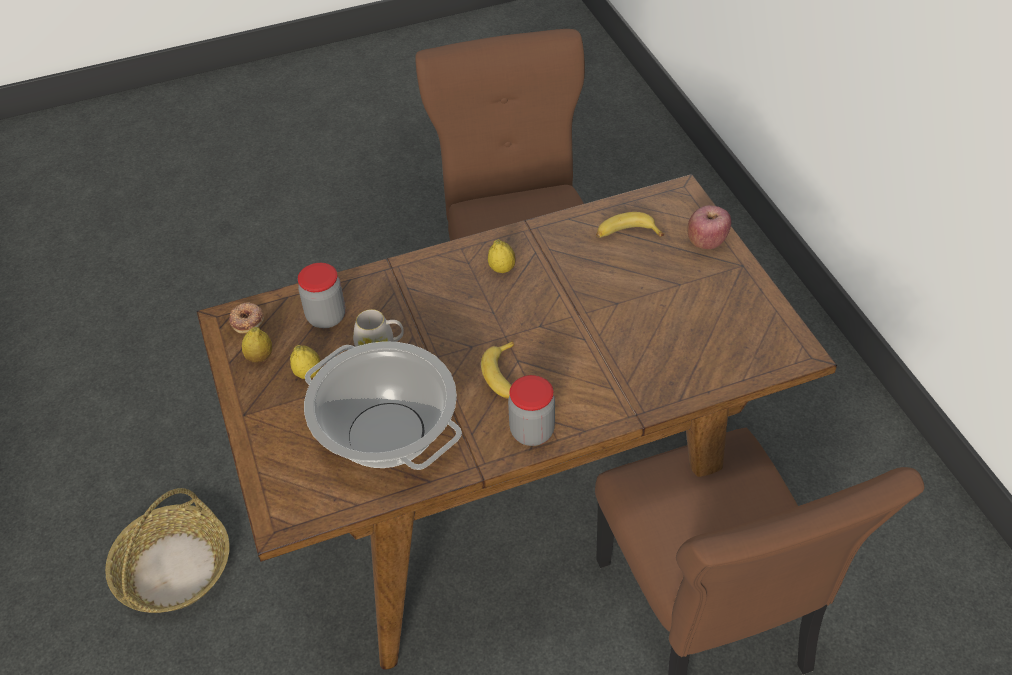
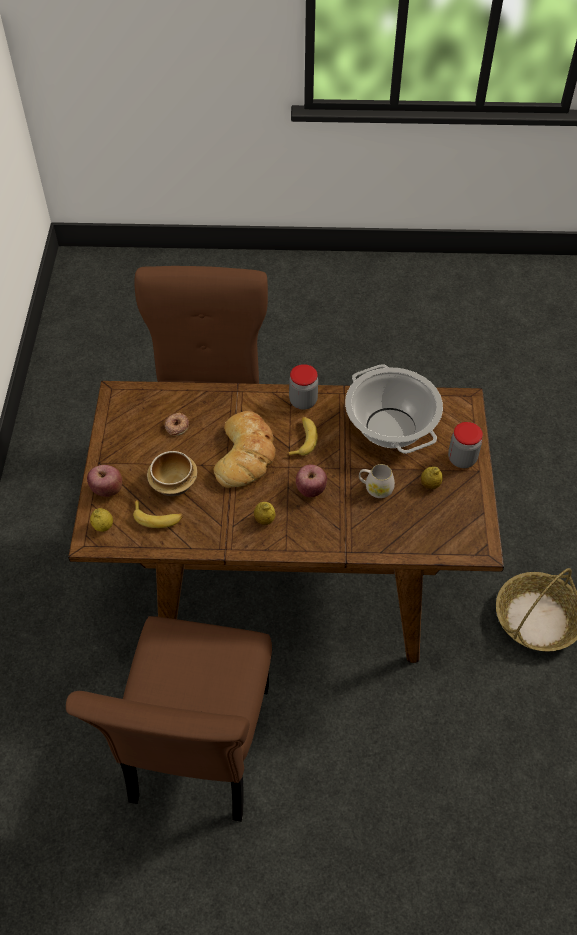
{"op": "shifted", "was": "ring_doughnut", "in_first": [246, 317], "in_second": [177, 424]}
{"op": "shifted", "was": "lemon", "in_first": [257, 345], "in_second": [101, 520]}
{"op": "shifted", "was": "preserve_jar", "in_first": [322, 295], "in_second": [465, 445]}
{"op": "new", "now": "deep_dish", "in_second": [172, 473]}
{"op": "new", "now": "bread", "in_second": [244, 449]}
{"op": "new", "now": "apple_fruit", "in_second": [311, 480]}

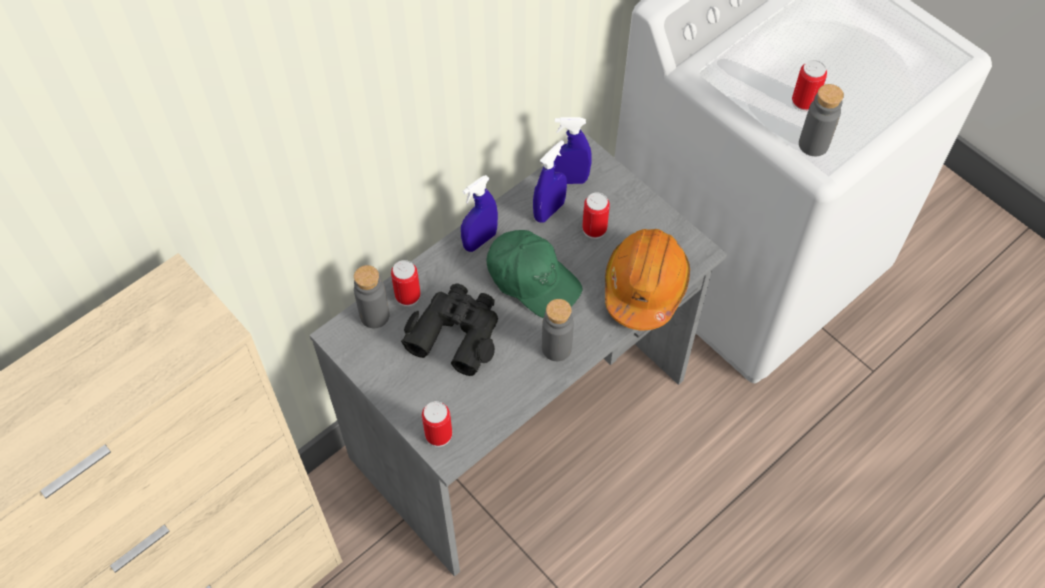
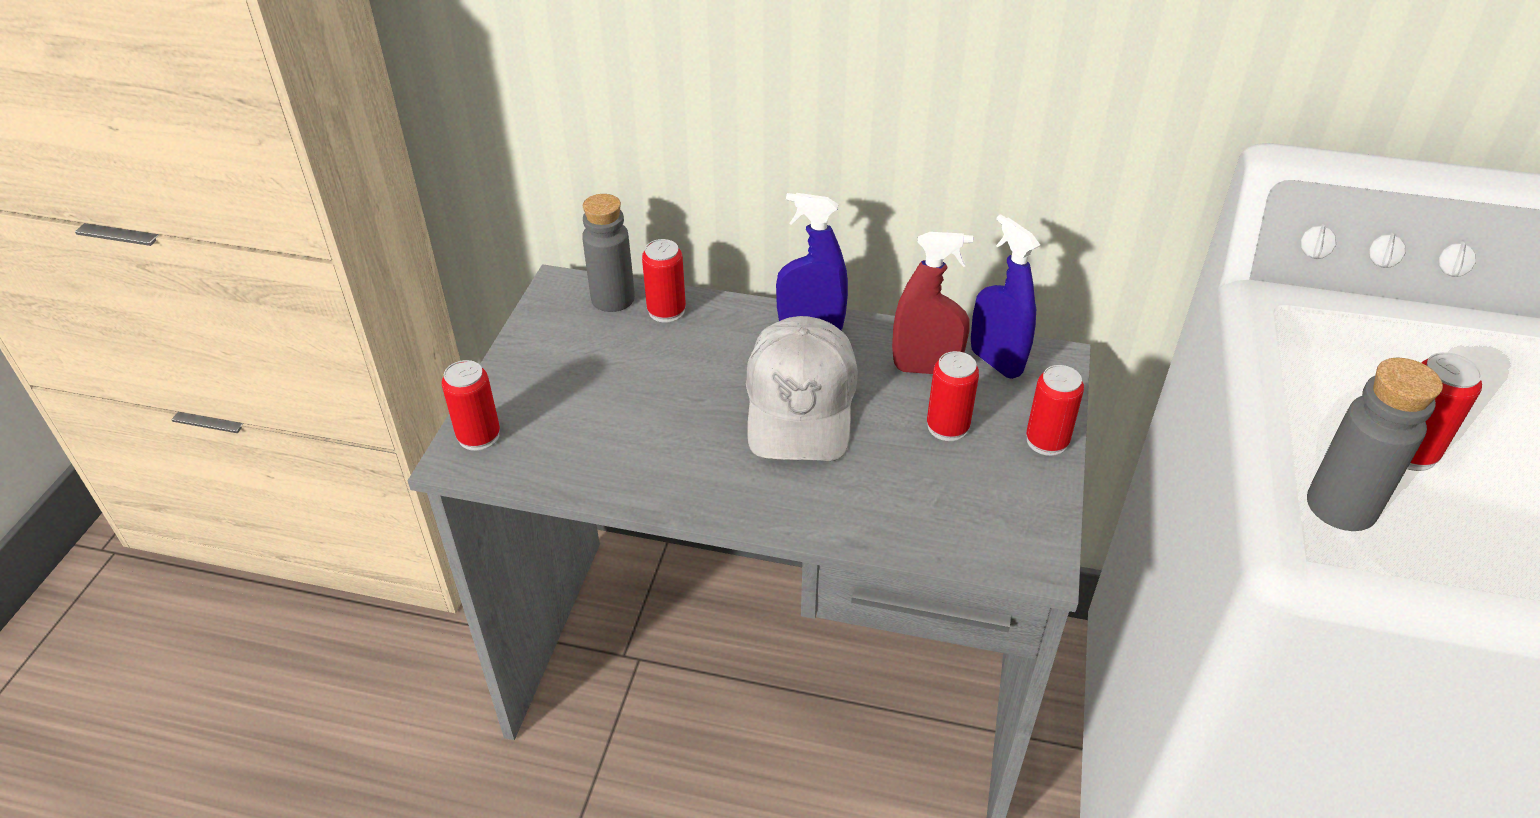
{"op": "gone", "was": "black-coloured_field_glasses", "in_first": [449, 329]}
{"op": "repainted", "was": "green_baseball_cap", "now": "whitish_baseball_cap", "in_first": [534, 274], "in_second": [802, 388]}
{"op": "repainted", "was": "blue-coloured_spray_bottle", "now": "red_spray_bottle", "in_first": [550, 181], "in_second": [932, 303]}
{"op": "gone", "was": "grey_bottle", "in_first": [558, 330]}
{"op": "gone", "was": "orange-coloured_hard_hat", "in_first": [647, 279]}
{"op": "new", "now": "can", "in_second": [1055, 410]}

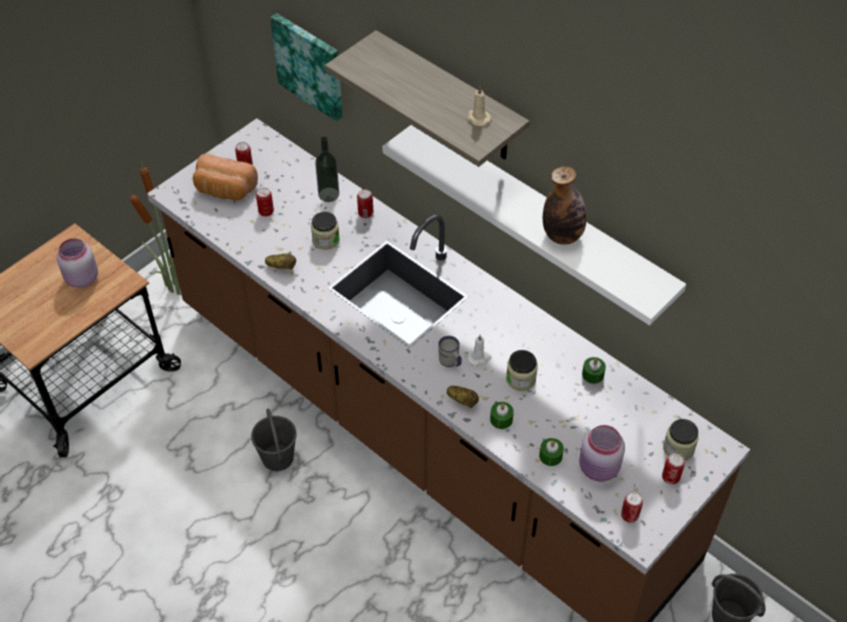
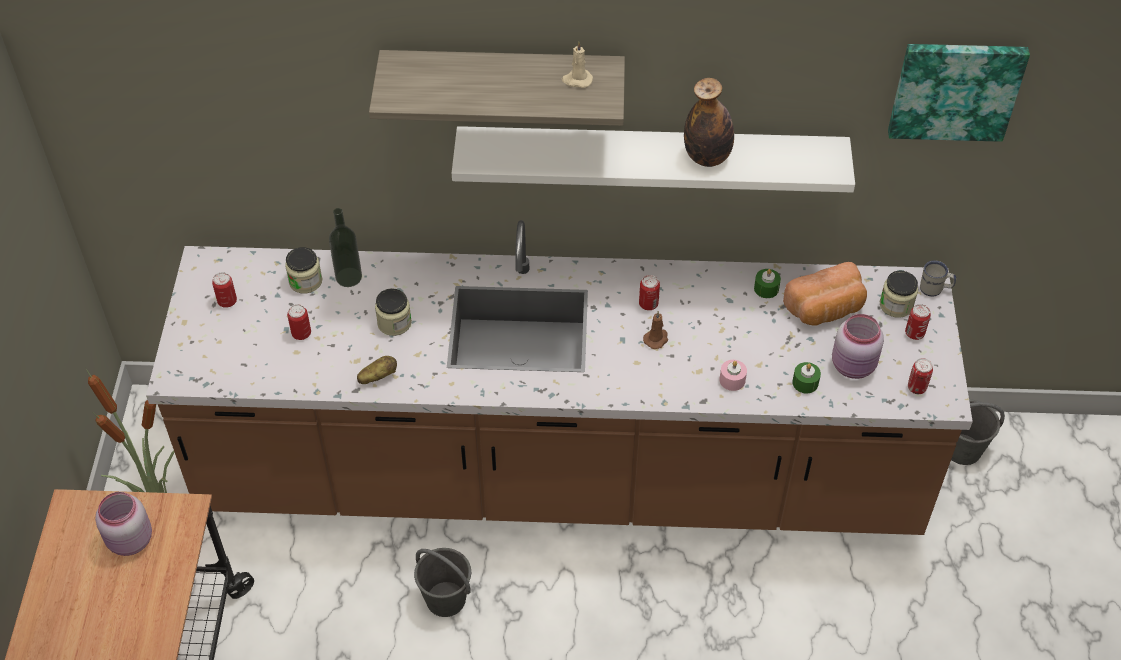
{"op": "shifted", "was": "bread", "in_first": [225, 177], "in_second": [825, 294]}
{"op": "shifted", "was": "wall_art", "in_first": [306, 67], "in_second": [959, 93]}
{"op": "shifted", "was": "can", "in_first": [365, 203], "in_second": [649, 292]}
{"op": "shifted", "was": "whitish_mug", "in_first": [450, 351], "in_second": [938, 278]}
{"op": "gone", "was": "potato", "in_first": [463, 397]}
{"op": "repainted", "was": "whitish_candle", "now": "brownish_candle", "in_first": [479, 350], "in_second": [655, 330]}
{"op": "repainted", "was": "green_candle", "now": "pink-coloured_candle", "in_first": [502, 415], "in_second": [733, 375]}
{"op": "shifted", "was": "preserve_jar", "in_first": [522, 370], "in_second": [303, 270]}

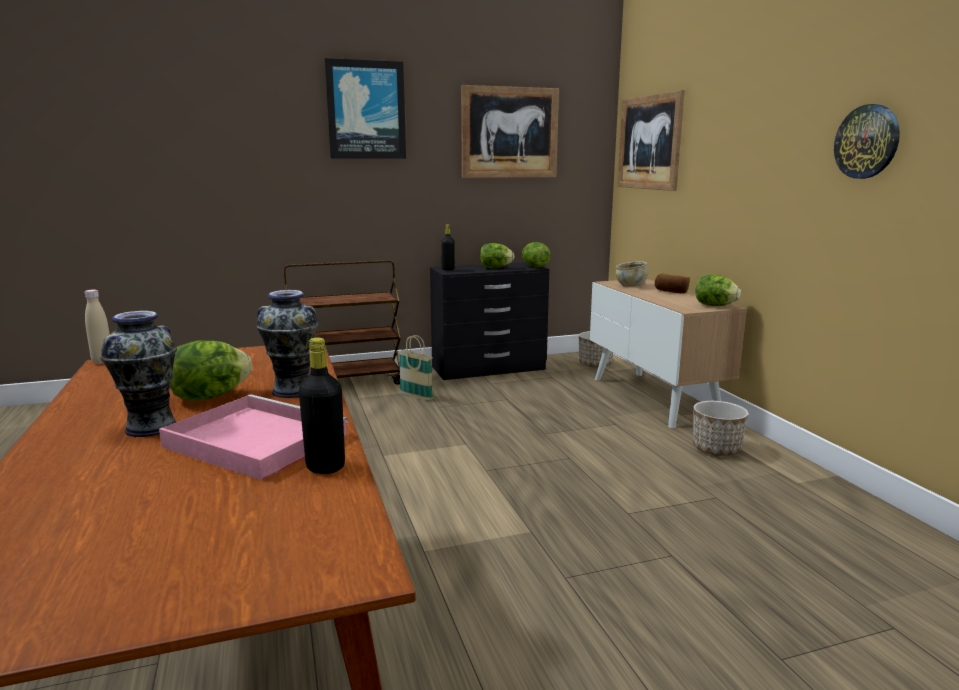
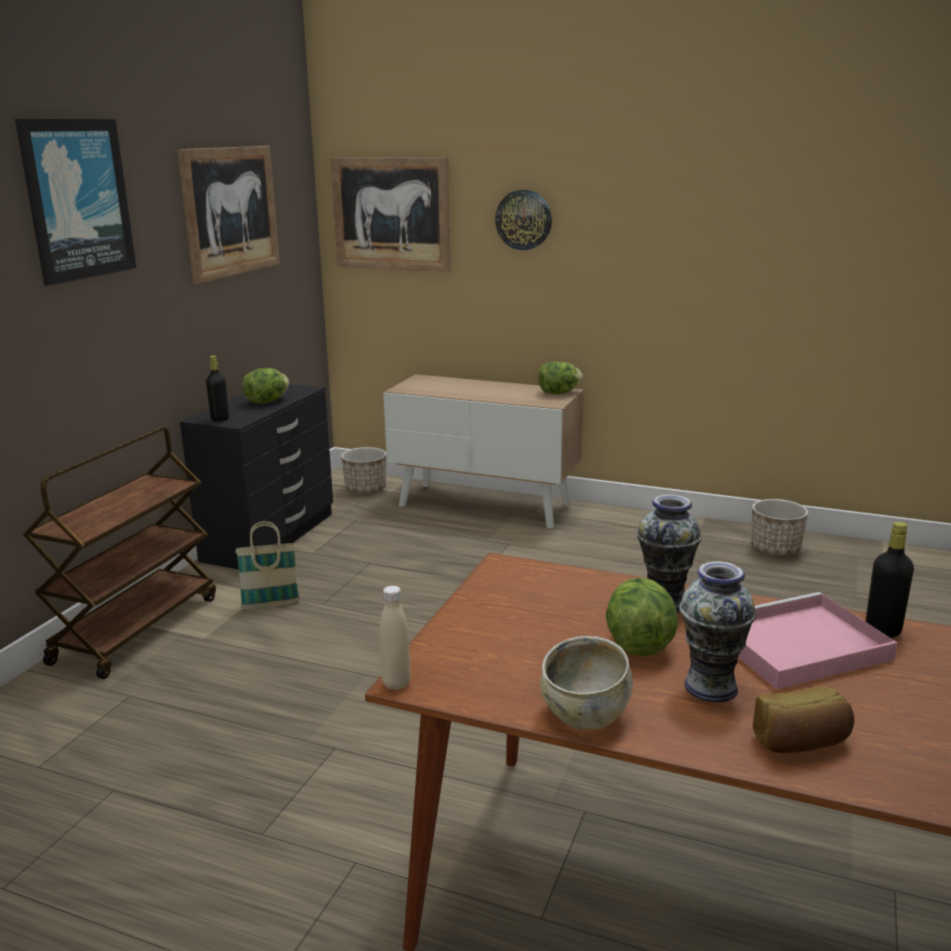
{"op": "gone", "was": "head_of_lettuce", "in_first": [536, 255]}
{"op": "shifted", "was": "beige_deep_dish", "in_first": [632, 274], "in_second": [586, 683]}
{"op": "shifted", "was": "bread", "in_first": [672, 283], "in_second": [803, 719]}
{"op": "shifted", "was": "plant_pot", "in_first": [721, 428], "in_second": [779, 527]}
{"op": "shifted", "was": "clock_on_the_wall", "in_first": [867, 141], "in_second": [523, 220]}

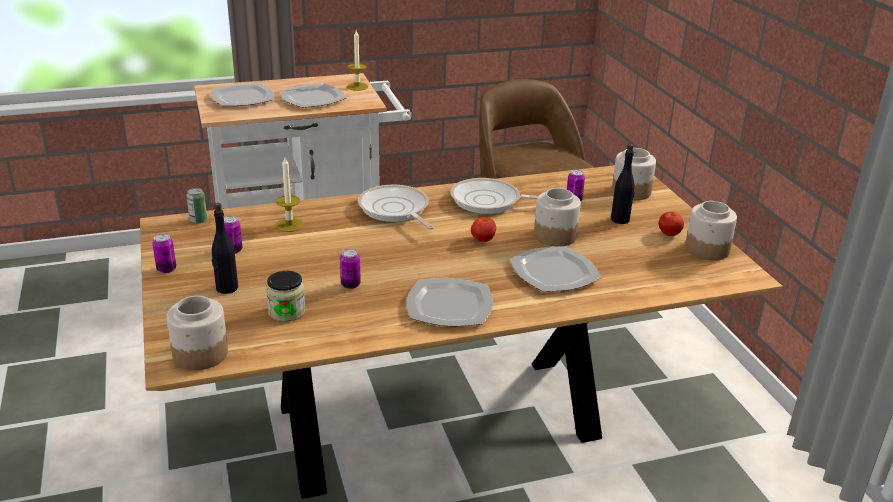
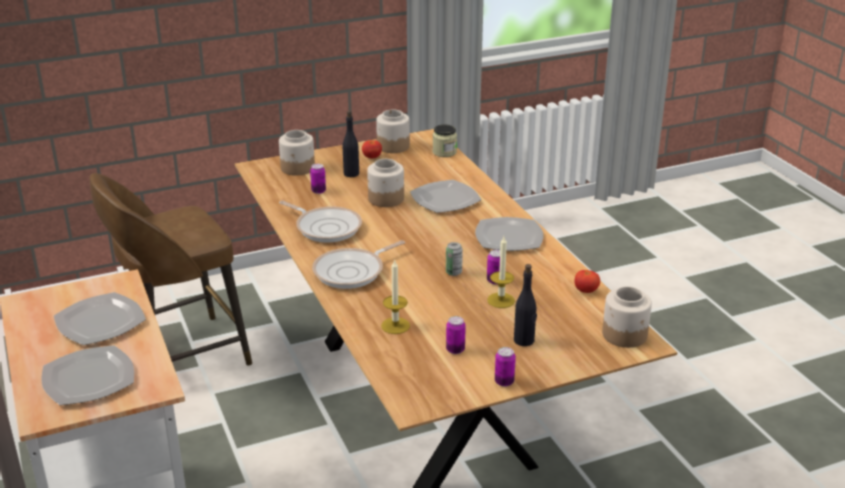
{"op": "shifted", "was": "can", "in_first": [196, 206], "in_second": [454, 259]}
{"op": "shifted", "was": "preserve_jar", "in_first": [286, 296], "in_second": [445, 140]}
{"op": "shifted", "was": "candle", "in_first": [357, 60], "in_second": [501, 272]}
{"op": "rotated", "was": "pan", "in_first": [494, 196], "in_second": [320, 221], "clockwise": -60}
{"op": "shifted", "was": "tomato", "in_first": [483, 229], "in_second": [587, 281]}

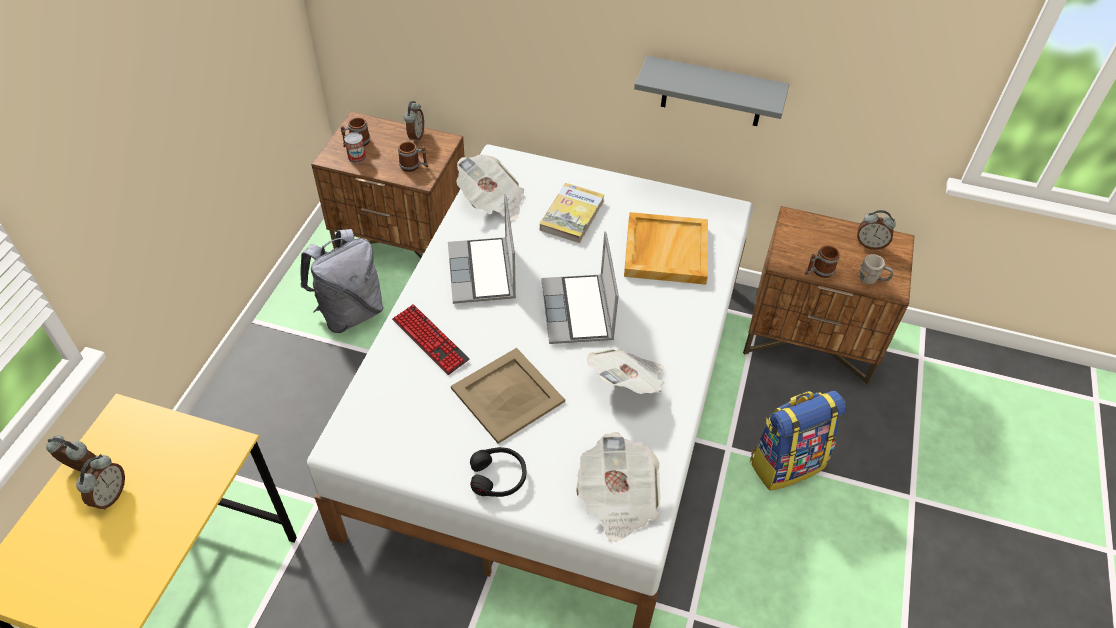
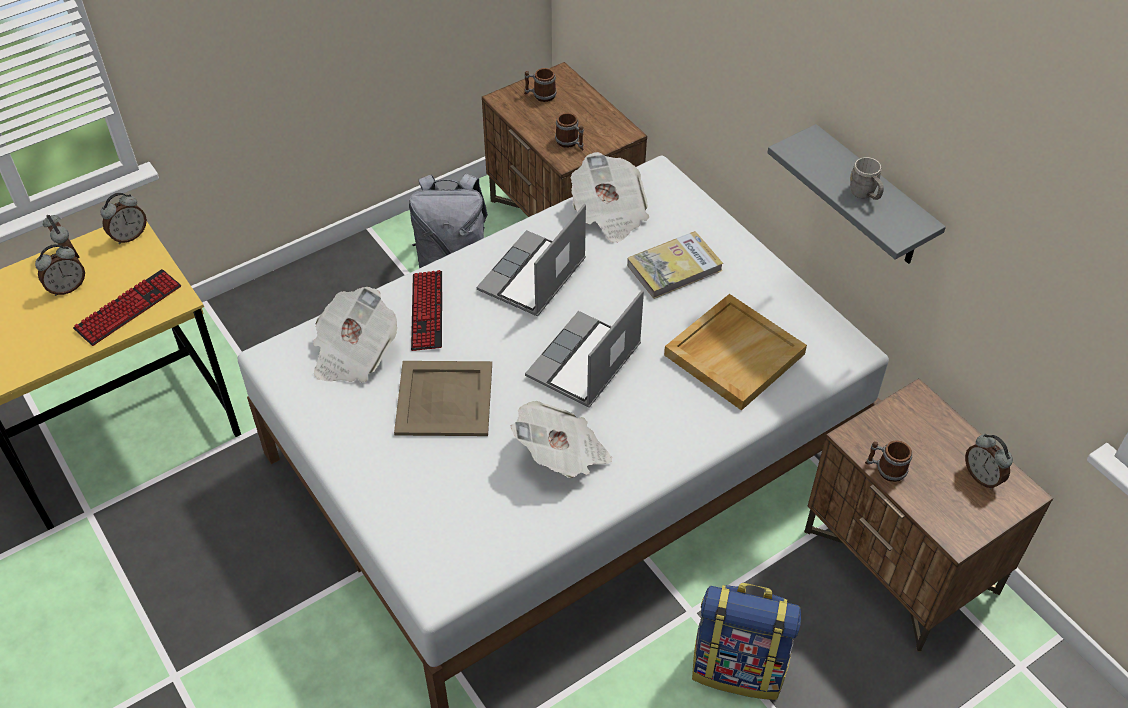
{"op": "gone", "was": "can", "in_first": [355, 147]}
{"op": "shifted", "was": "bedside_clock", "in_first": [414, 122], "in_second": [123, 218]}
{"op": "gone", "was": "black-coloured_headset", "in_first": [498, 472]}
{"op": "shifted", "was": "printed_paper", "in_first": [618, 487], "in_second": [355, 335]}
{"op": "shifted", "was": "grey_mug", "in_first": [876, 269], "in_second": [867, 178]}
{"op": "new", "now": "PC_keyboard", "in_second": [127, 307]}

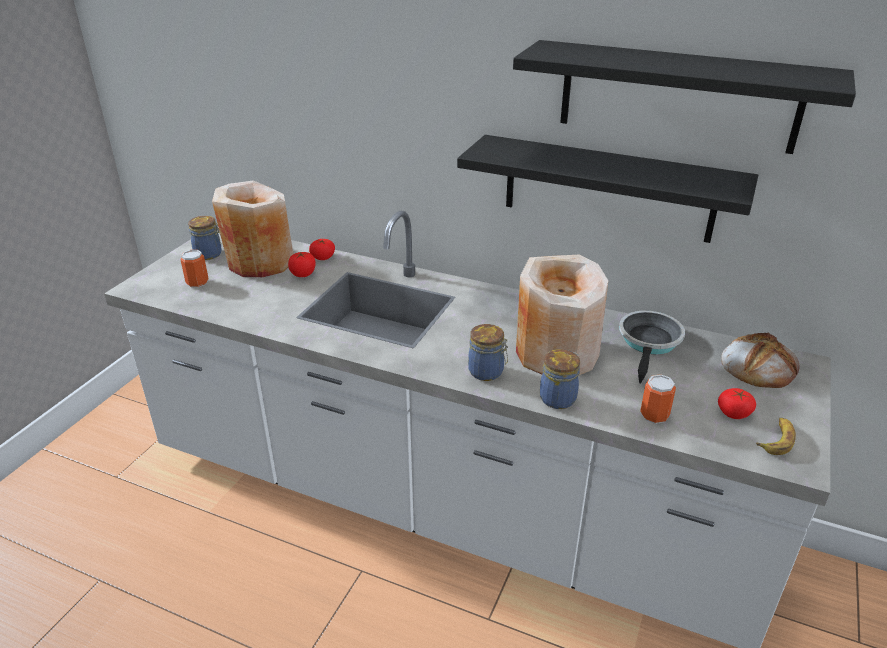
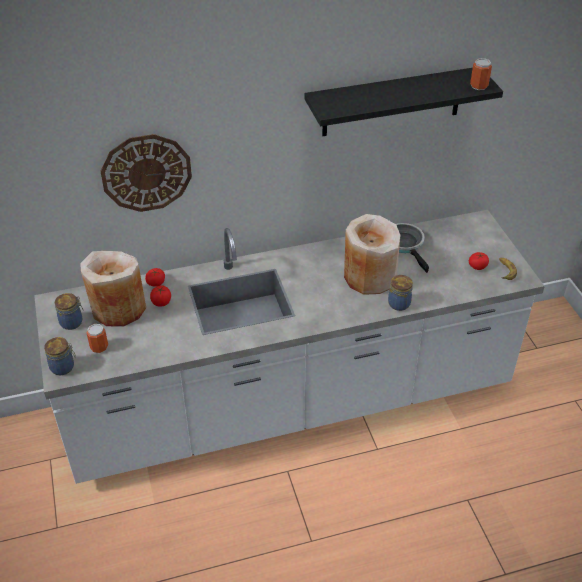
{"op": "gone", "was": "black-coloured_wall_shelf", "in_first": [607, 189]}
{"op": "shifted", "was": "preserve_jar", "in_first": [488, 352], "in_second": [60, 356]}
{"op": "shifted", "was": "can", "in_first": [658, 399], "in_second": [481, 74]}
{"op": "gone", "was": "bread", "in_first": [760, 360]}
{"op": "new", "now": "clock_on_the_wall", "in_second": [146, 173]}

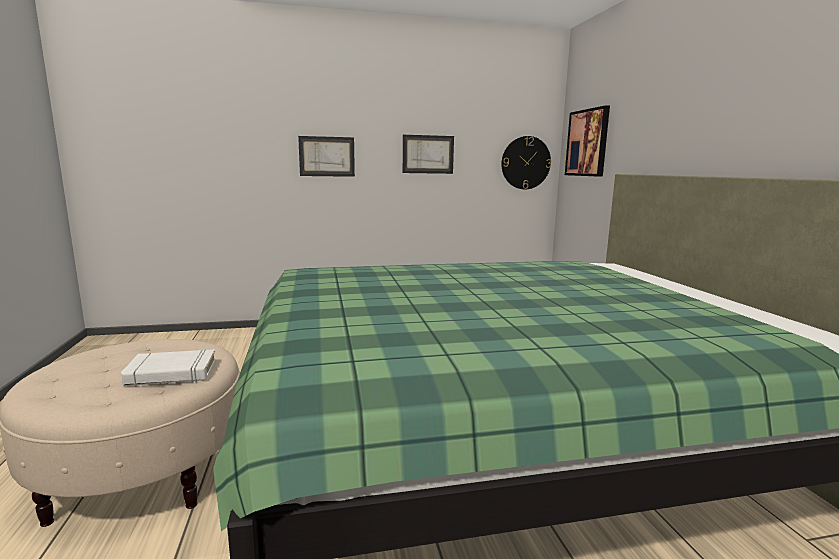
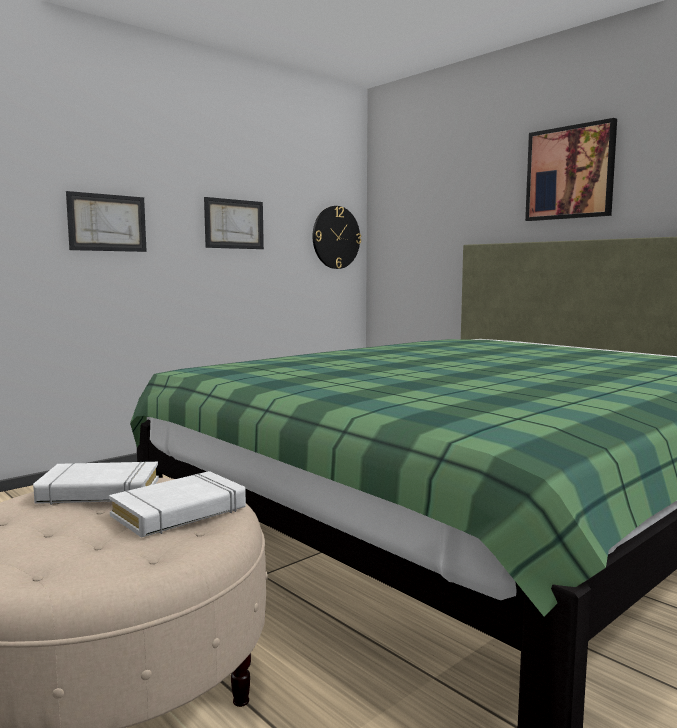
{"op": "shifted", "was": "wall_art", "in_first": [587, 141], "in_second": [571, 169]}
{"op": "new", "now": "whitish_volume", "in_second": [96, 483]}

